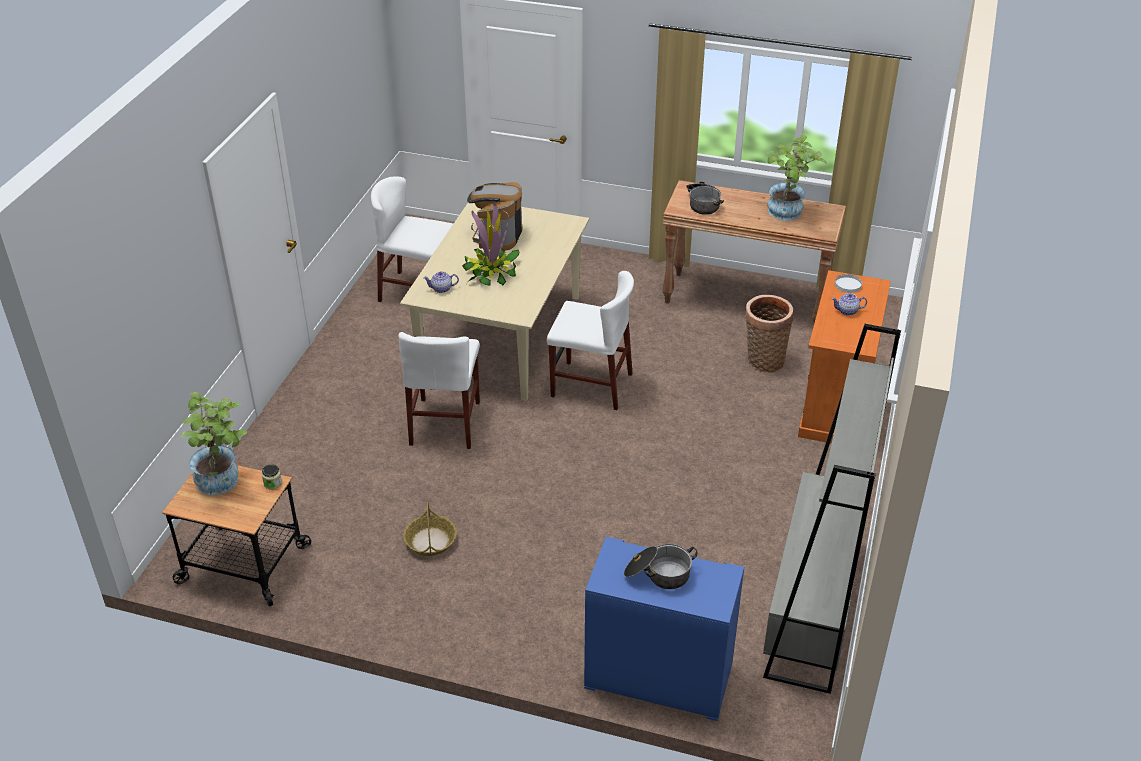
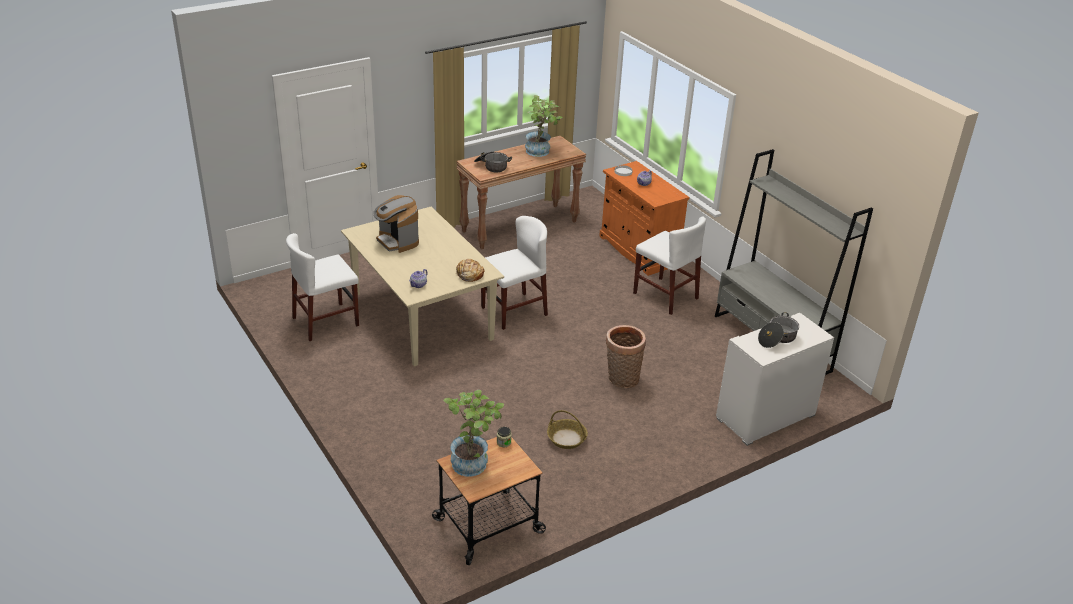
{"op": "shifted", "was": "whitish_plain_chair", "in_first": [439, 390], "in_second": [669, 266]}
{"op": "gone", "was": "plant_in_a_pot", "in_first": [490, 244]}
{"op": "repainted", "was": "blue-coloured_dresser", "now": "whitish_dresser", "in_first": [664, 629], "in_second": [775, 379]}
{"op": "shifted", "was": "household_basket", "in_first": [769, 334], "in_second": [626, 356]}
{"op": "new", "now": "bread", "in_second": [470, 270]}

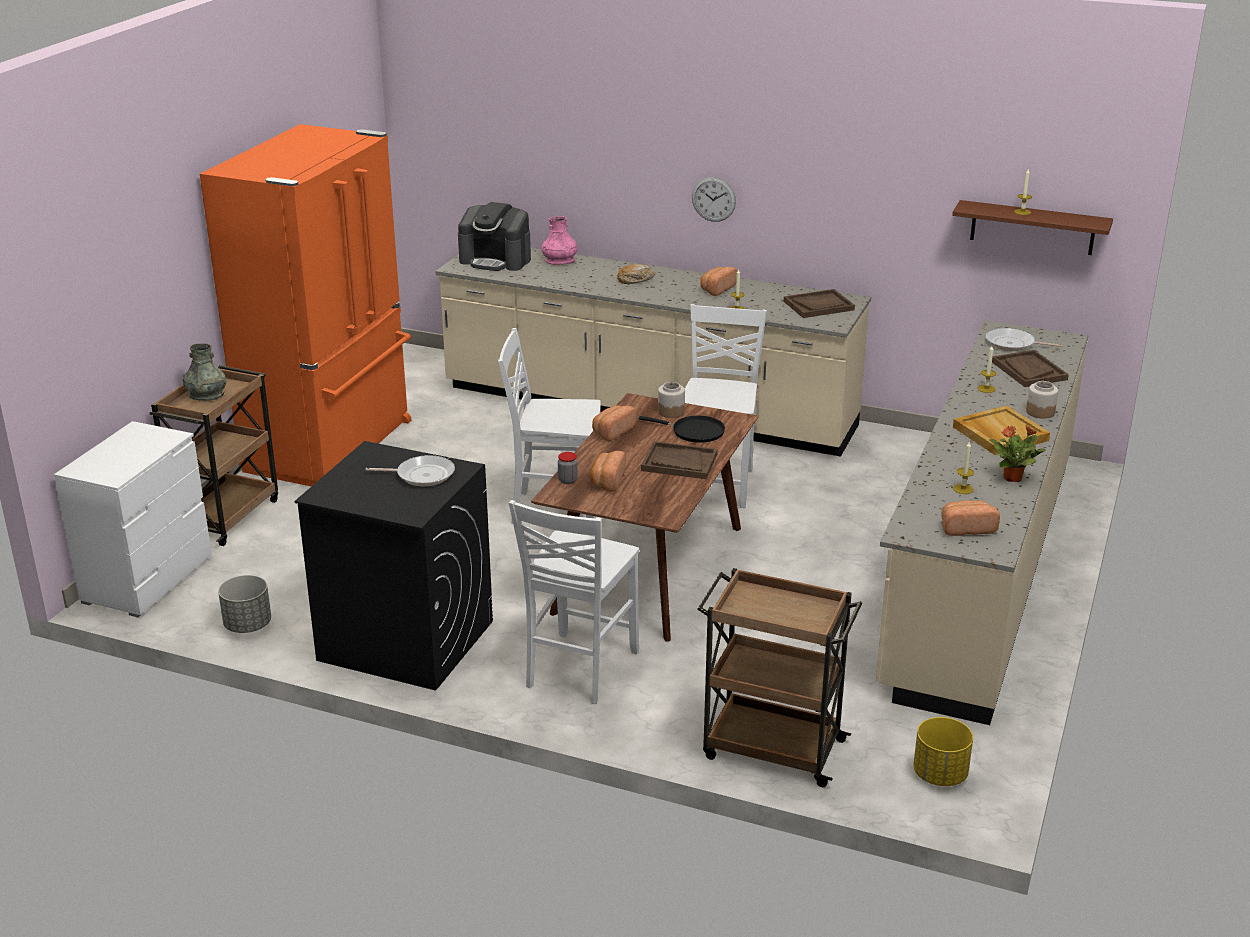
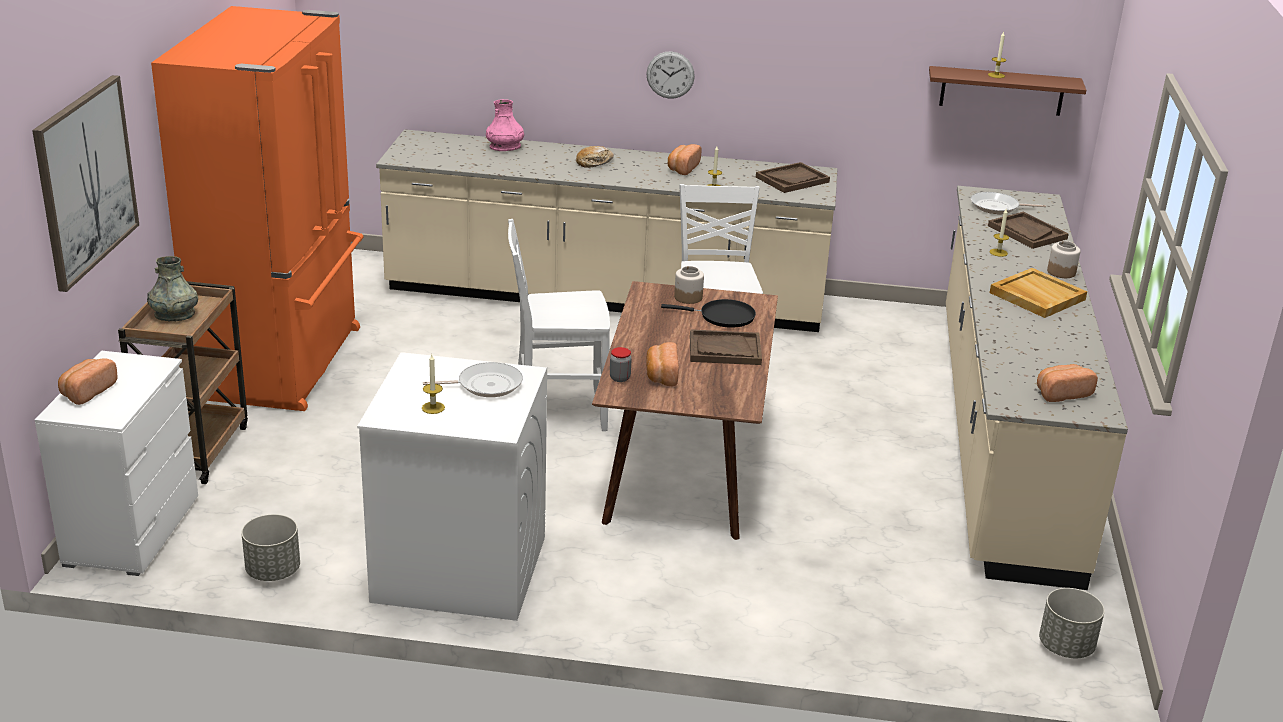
{"op": "repainted", "was": "black-coloured_laundry_appliance", "now": "whitish_laundry_appliance", "in_first": [394, 566], "in_second": [452, 486]}
{"op": "gone", "was": "coffee_brewer", "in_first": [494, 236]}
{"op": "gone", "was": "whitish_plain_chair", "in_first": [574, 602]}
{"op": "shifted", "was": "bread", "in_first": [614, 423], "in_second": [88, 381]}
{"op": "gone", "was": "brownish_wheeled_cart", "in_first": [779, 677]}
{"op": "repainted", "was": "yellowish_plant_pot", "now": "grey_plant_pot", "in_first": [943, 751], "in_second": [1072, 623]}
{"op": "shifted", "was": "candle", "in_first": [963, 468], "in_second": [433, 384]}
{"op": "gone", "was": "plant_in_a_pot", "in_first": [1017, 453]}
{"op": "new", "now": "wall_art", "in_second": [85, 183]}

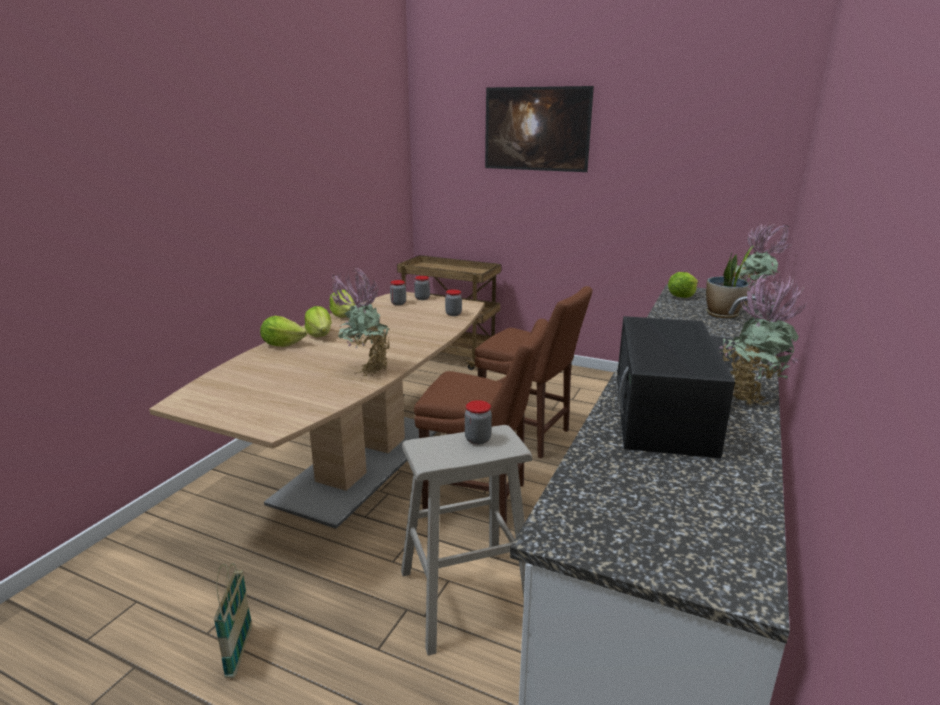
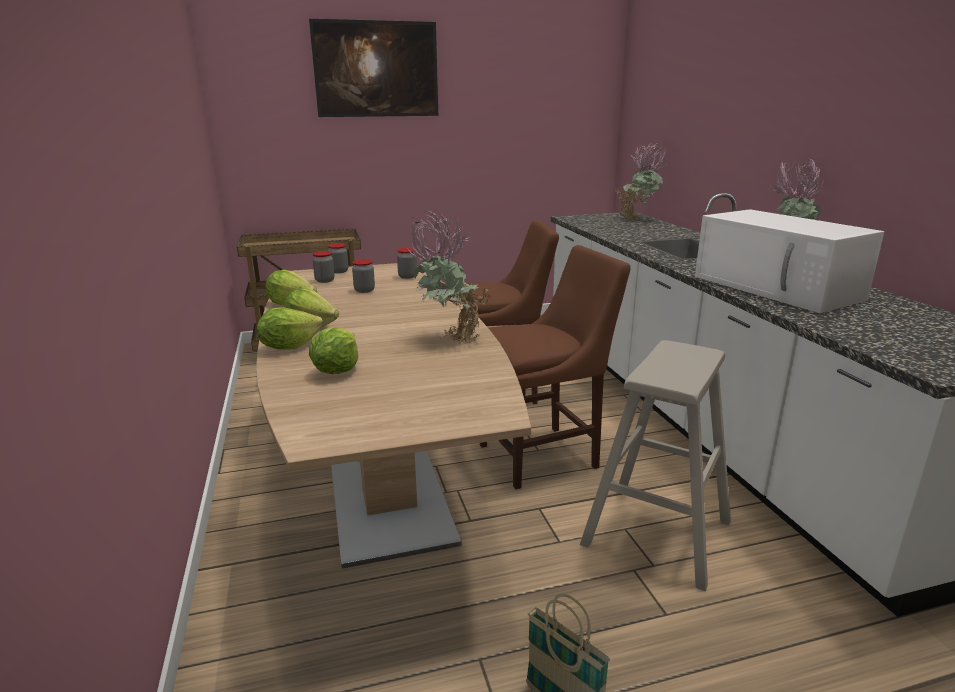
{"op": "shifted", "was": "preserve_jar", "in_first": [478, 422], "in_second": [363, 276]}
{"op": "repainted", "was": "black-coloured_microwave", "now": "whitish_microwave", "in_first": [676, 387], "in_second": [789, 261]}
{"op": "shifted", "was": "head_of_lettuce", "in_first": [683, 285], "in_second": [333, 350]}
{"op": "gone", "was": "plant_in_a_pot", "in_first": [730, 282]}

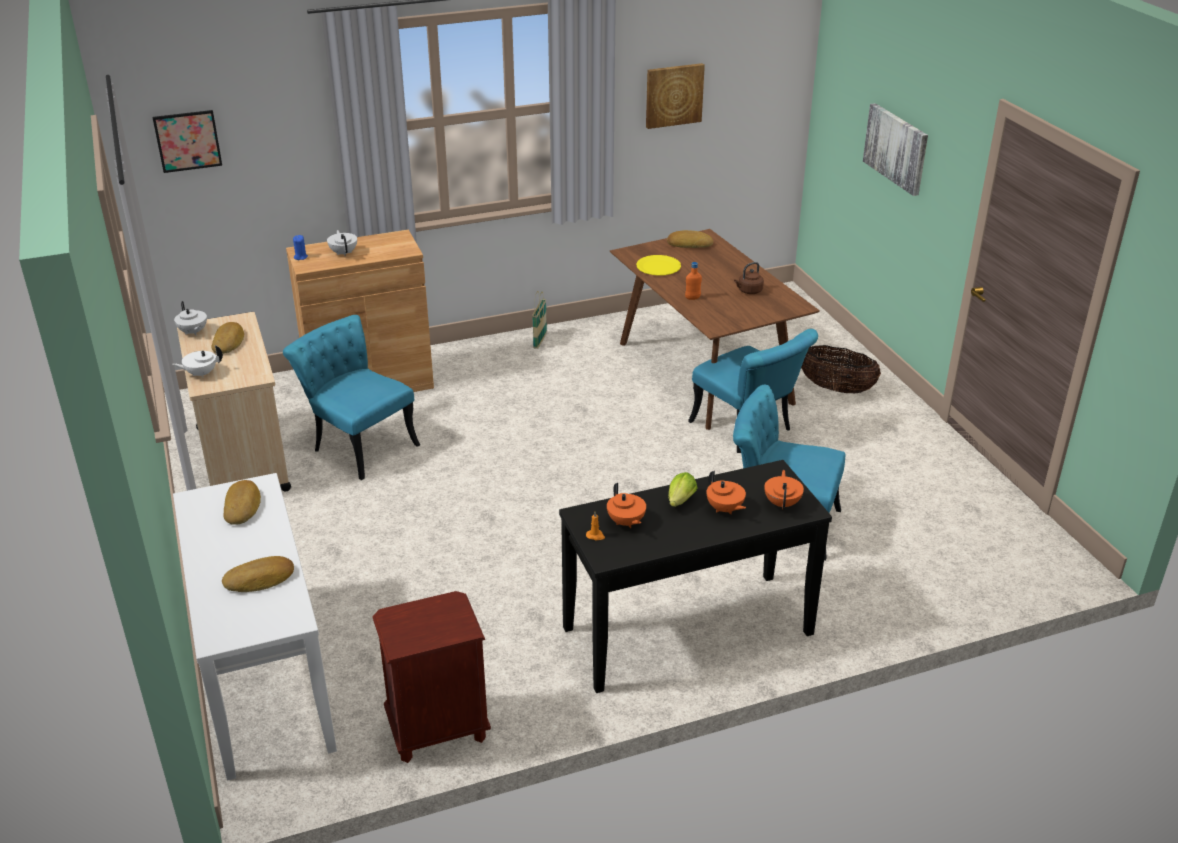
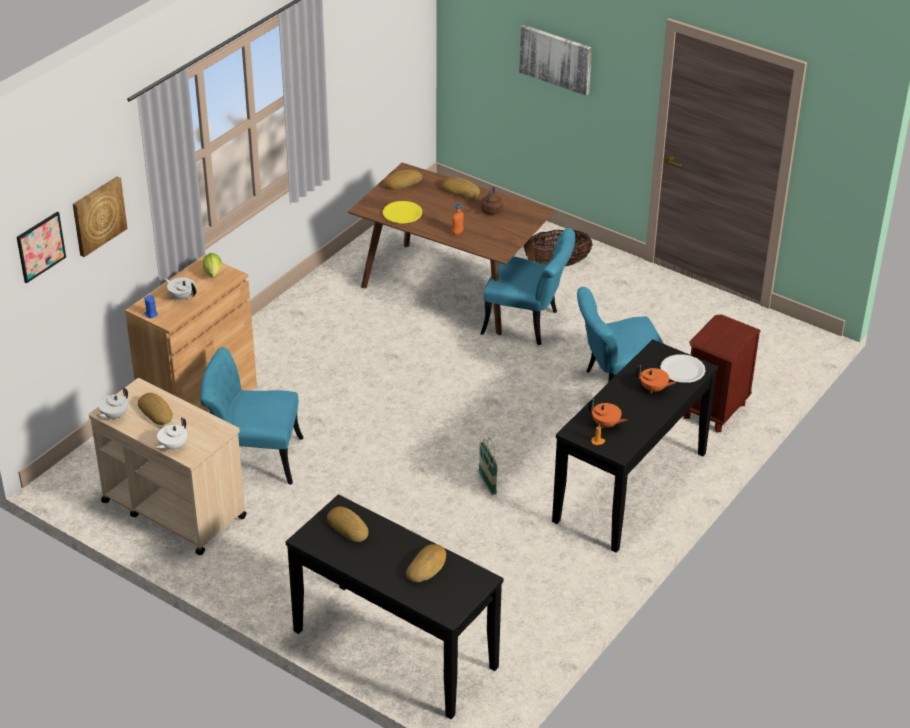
{"op": "repainted", "was": "whitish_hall_table", "now": "black-coloured_hall_table", "in_first": [255, 627], "in_second": [395, 606]}
{"op": "rotated", "was": "whitish_tea_pot", "in_first": [190, 318], "in_second": [112, 403], "clockwise": 105}
{"op": "shifted", "was": "brownish_bedside_table", "in_first": [431, 677], "in_second": [722, 373]}
{"op": "shifted", "was": "household_basket", "in_first": [539, 320], "in_second": [488, 466]}
{"op": "shifted", "was": "wall_art", "in_first": [675, 96], "in_second": [100, 216]}
{"op": "shifted", "was": "head_of_lettuce", "in_first": [682, 489], "in_second": [212, 265]}
{"op": "swapped", "was": "orange-coloured_tea_pot", "now": "whitish_plate", "in_first": [784, 490], "in_second": [683, 368]}
{"op": "new", "now": "bread", "in_second": [460, 187]}

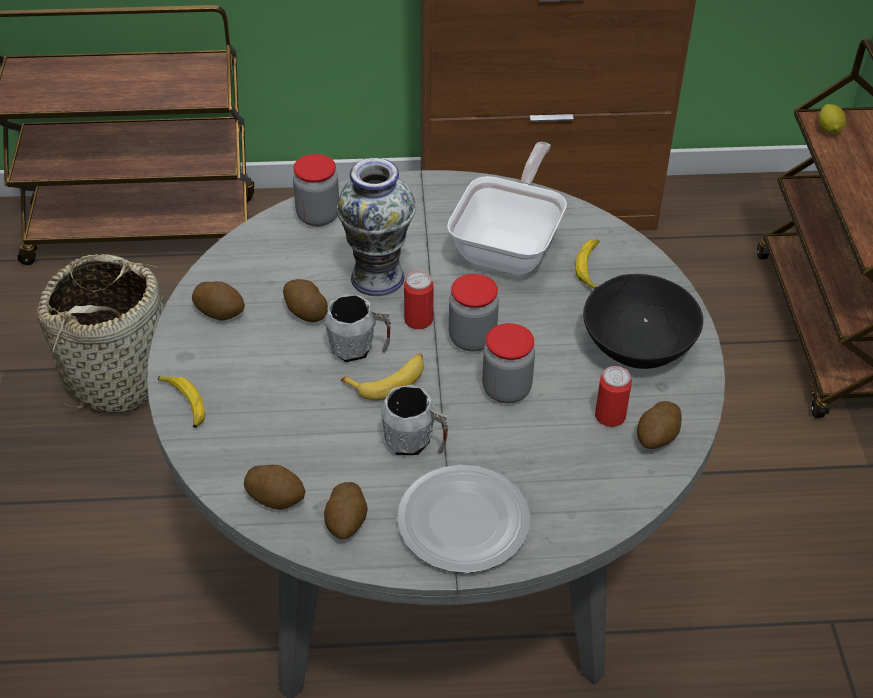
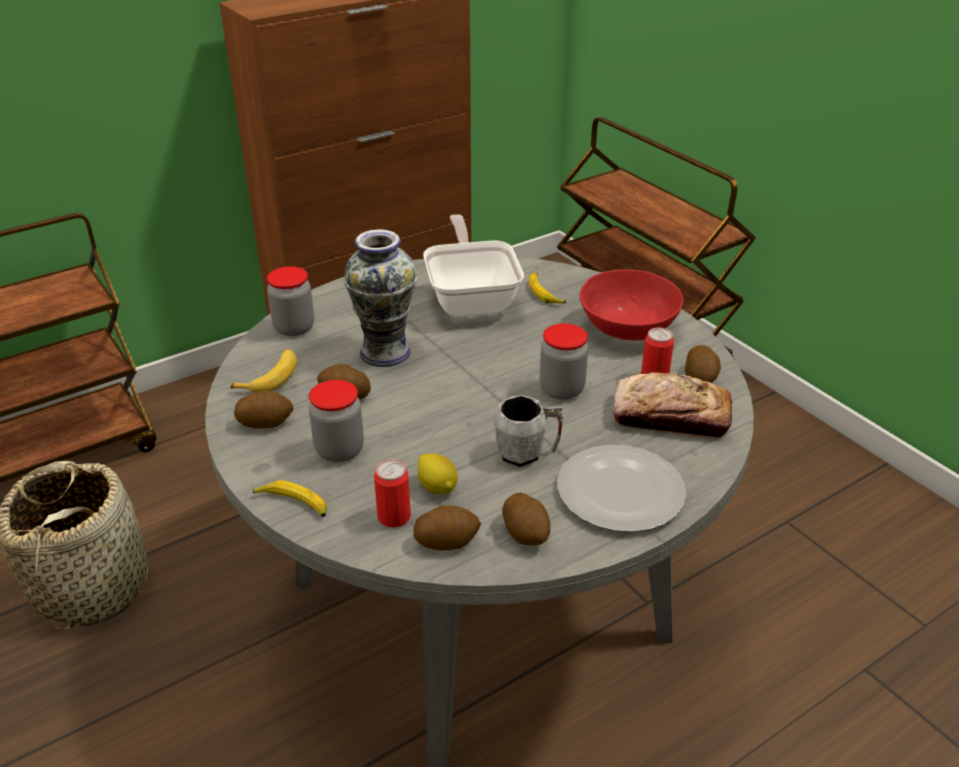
{"op": "gone", "was": "grey_mug", "in_first": [358, 328]}
{"op": "shifted", "was": "banana", "in_first": [382, 376], "in_second": [263, 371]}
{"op": "shifted", "was": "can", "in_first": [418, 300], "in_second": [392, 494]}
{"op": "shifted", "was": "preserve_jar", "in_first": [474, 313], "in_second": [336, 421]}
{"op": "repainted", "was": "black-coloured_deep_dish", "now": "red_deep_dish", "in_first": [643, 321], "in_second": [631, 304]}
{"op": "shifted", "was": "lemon", "in_first": [832, 119], "in_second": [438, 474]}
{"op": "new", "now": "bread", "in_second": [672, 405]}

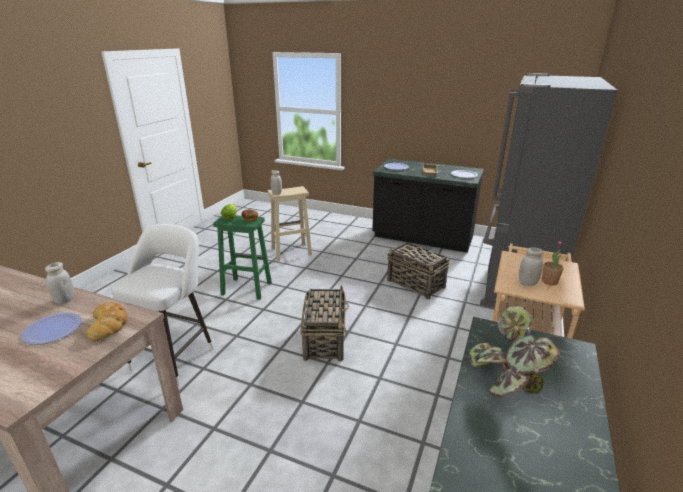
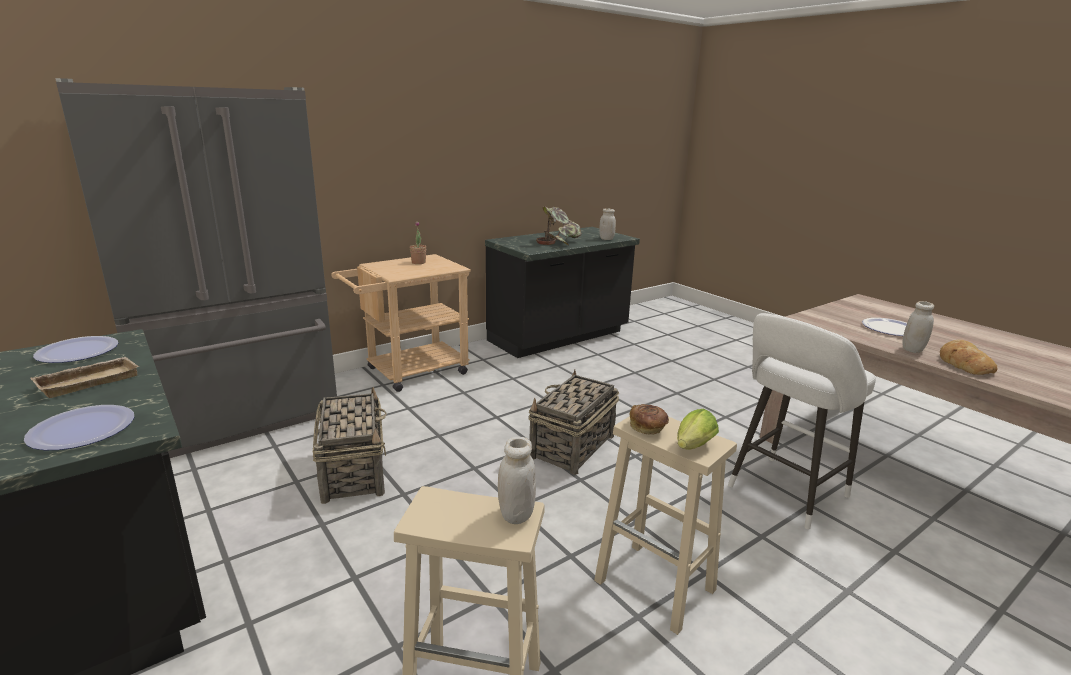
{"op": "shifted", "was": "bread", "in_first": [107, 321], "in_second": [968, 357]}
{"op": "repainted", "was": "green_stool", "now": "beige_stool", "in_first": [242, 257], "in_second": [665, 525]}
{"op": "shifted", "was": "whitish_preserve_jar", "in_first": [531, 267], "in_second": [607, 224]}

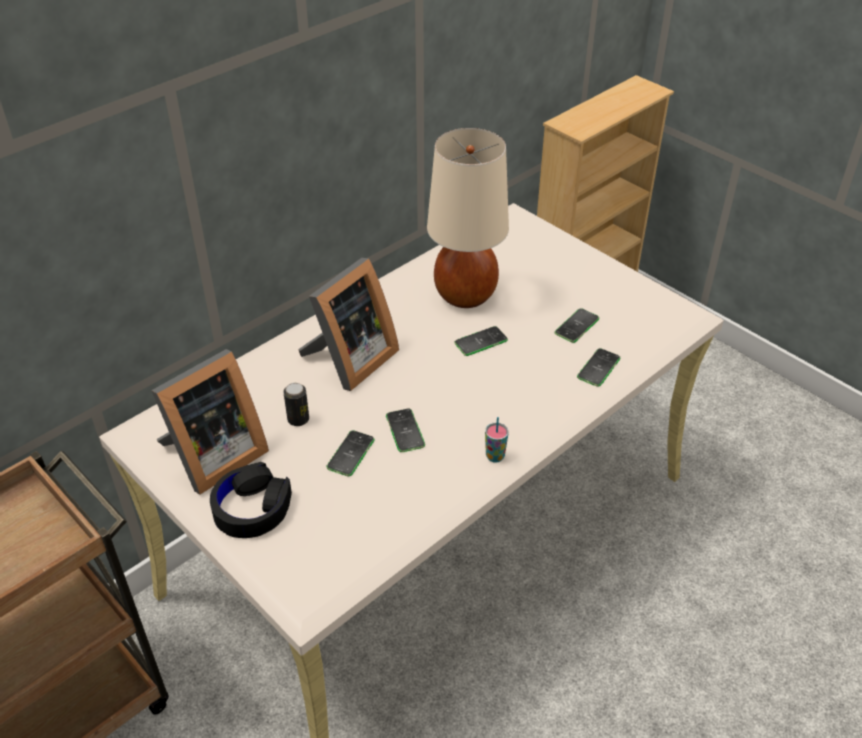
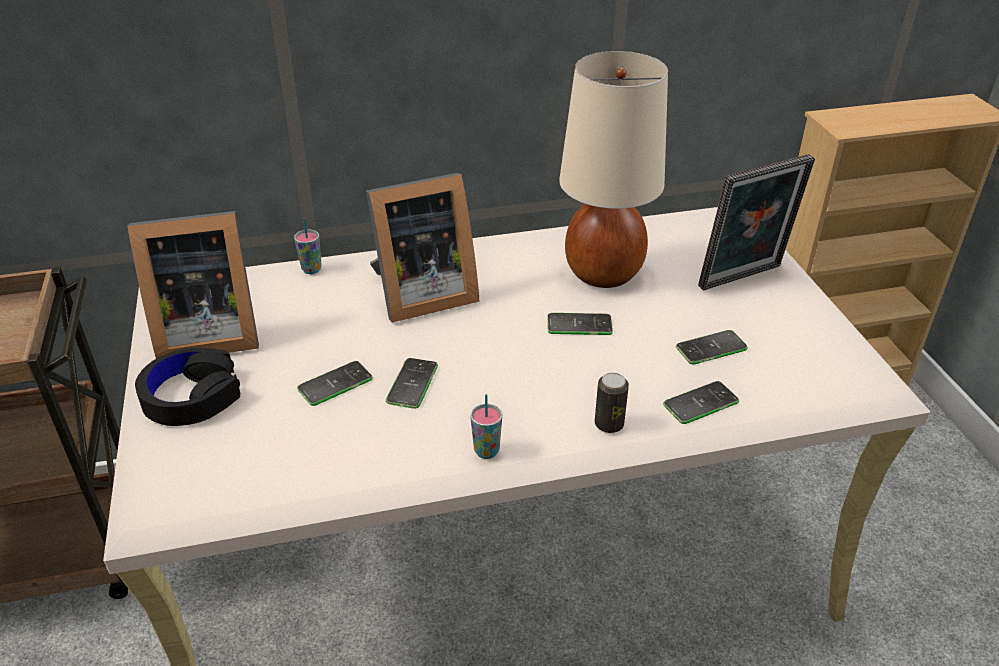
{"op": "shifted", "was": "can", "in_first": [296, 404], "in_second": [612, 403]}
{"op": "new", "now": "small_cup", "in_second": [307, 246]}
{"op": "new", "now": "photo_frame", "in_second": [756, 222]}

